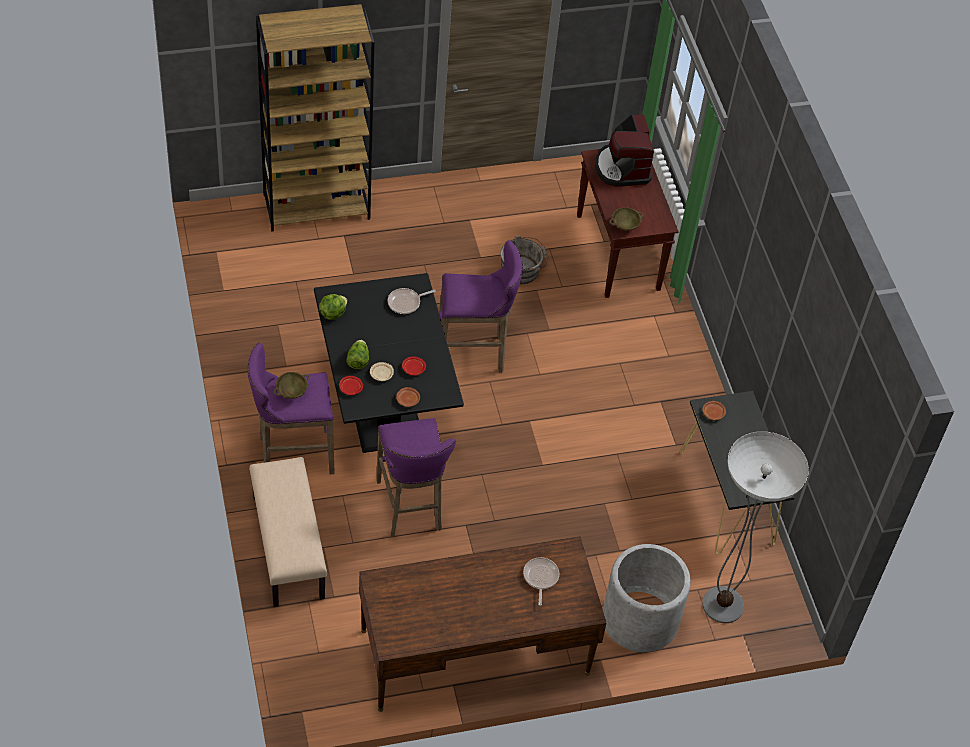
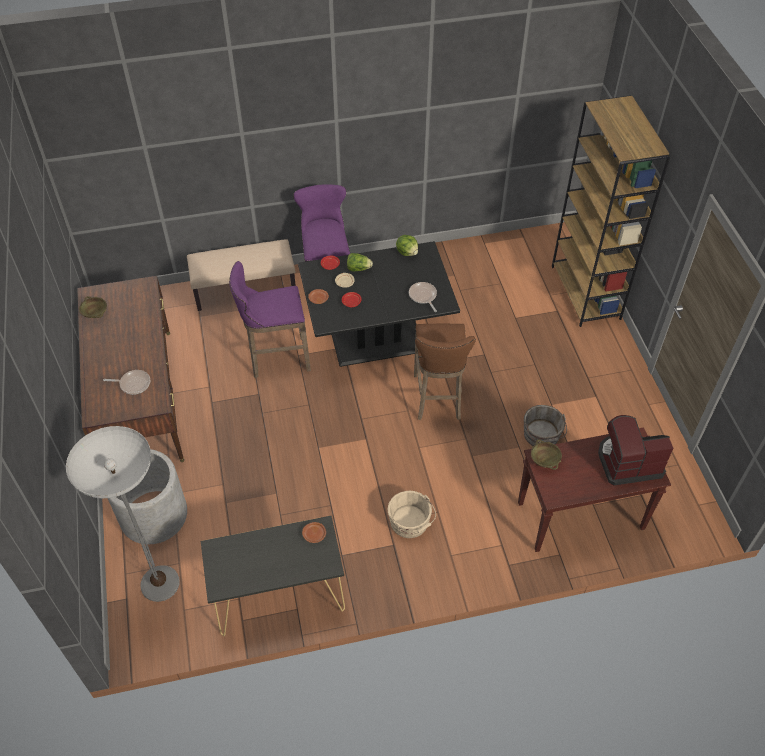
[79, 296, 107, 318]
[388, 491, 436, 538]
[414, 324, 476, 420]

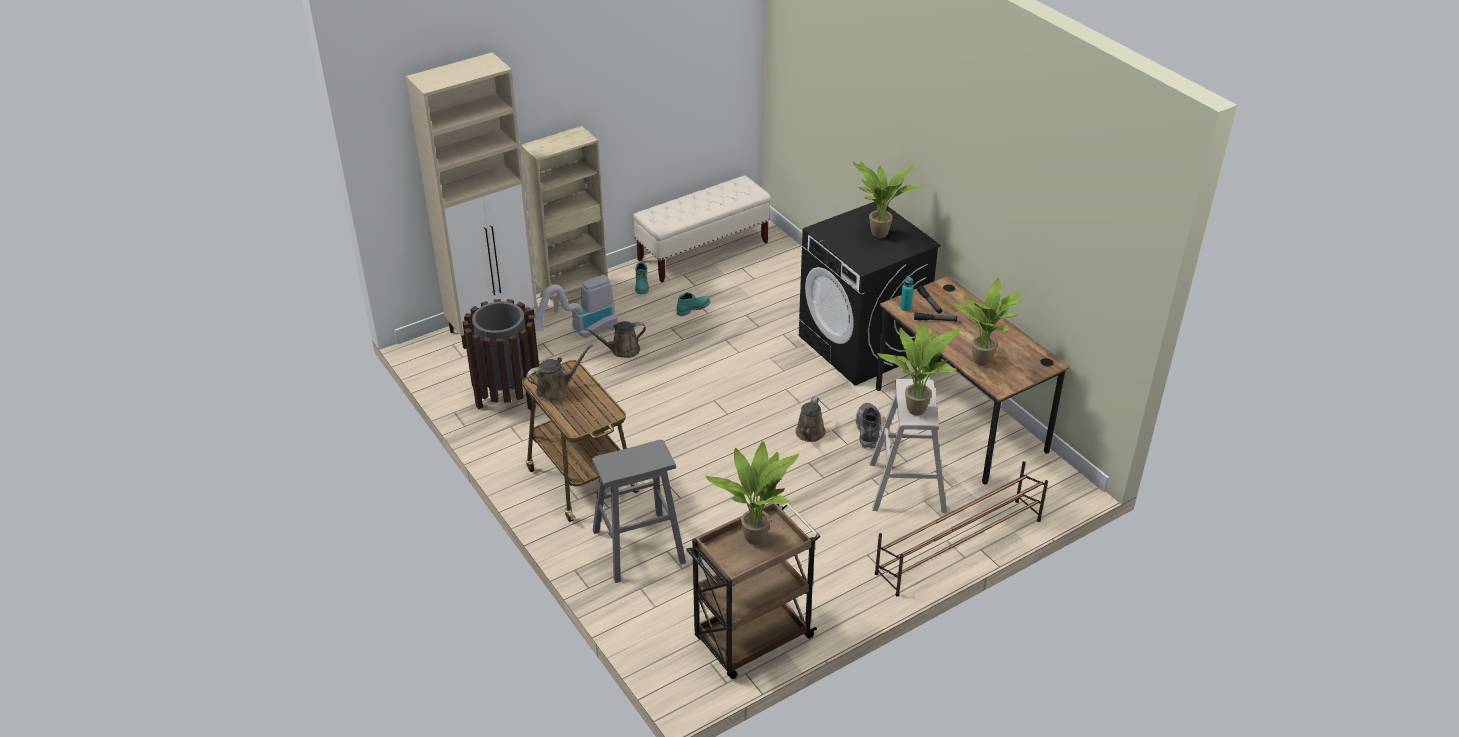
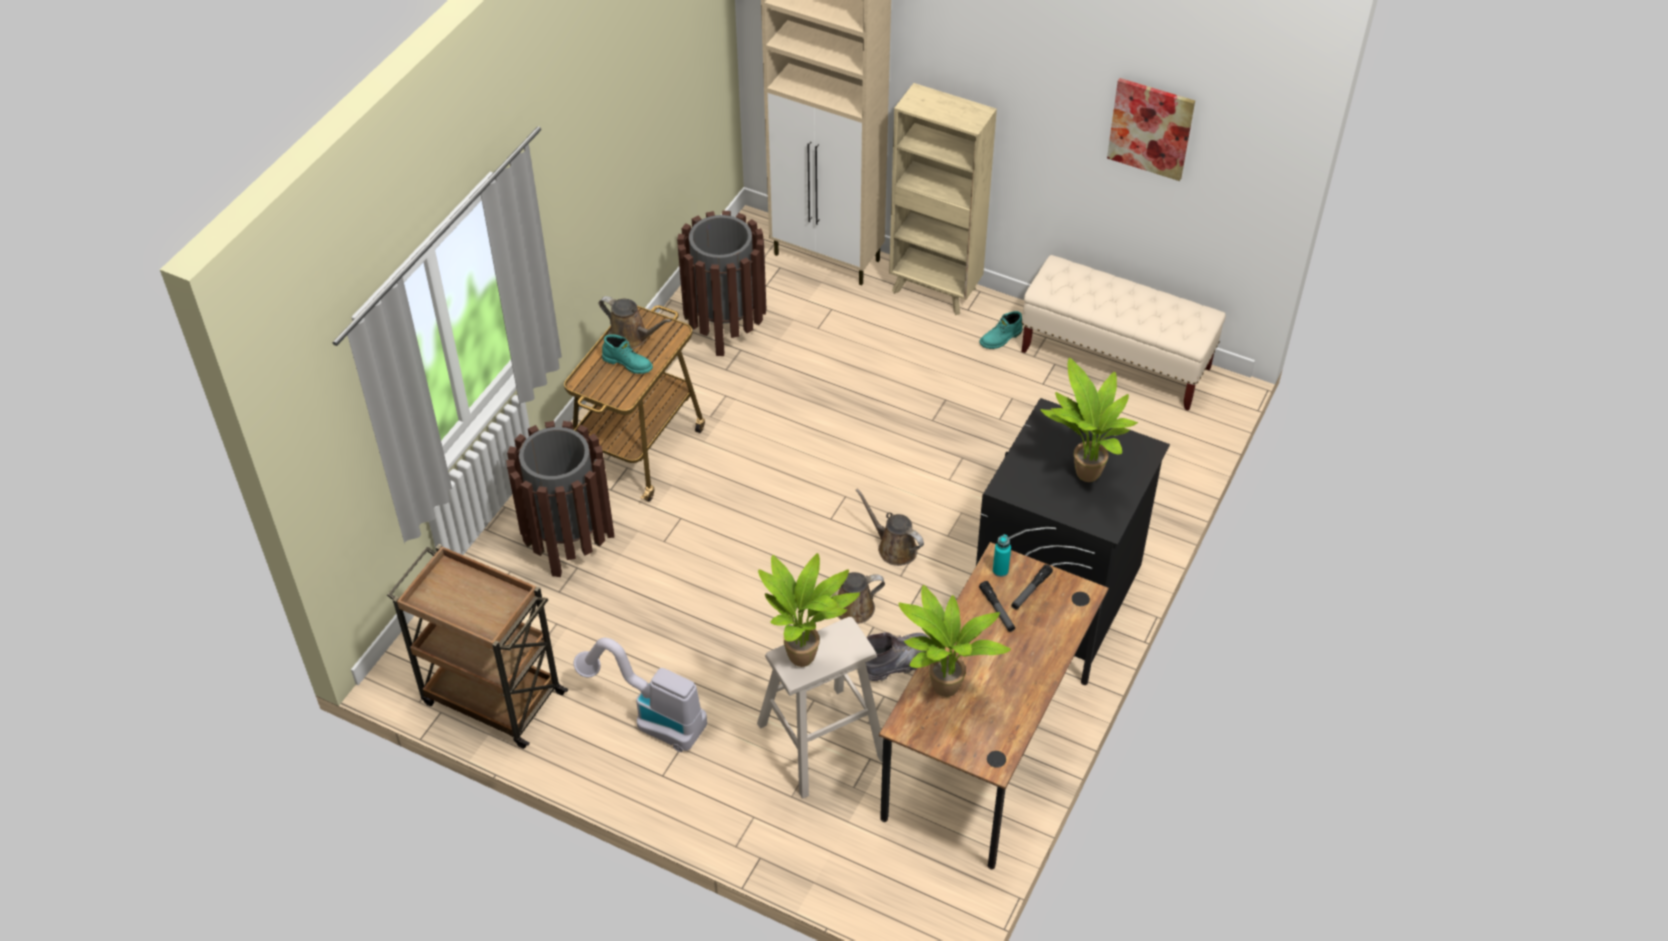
[506, 421, 615, 577]
[574, 638, 707, 752]
[602, 334, 653, 374]
[856, 488, 924, 566]
[1107, 78, 1195, 181]
[706, 441, 799, 545] (first image)
[875, 461, 1048, 597] (first image)

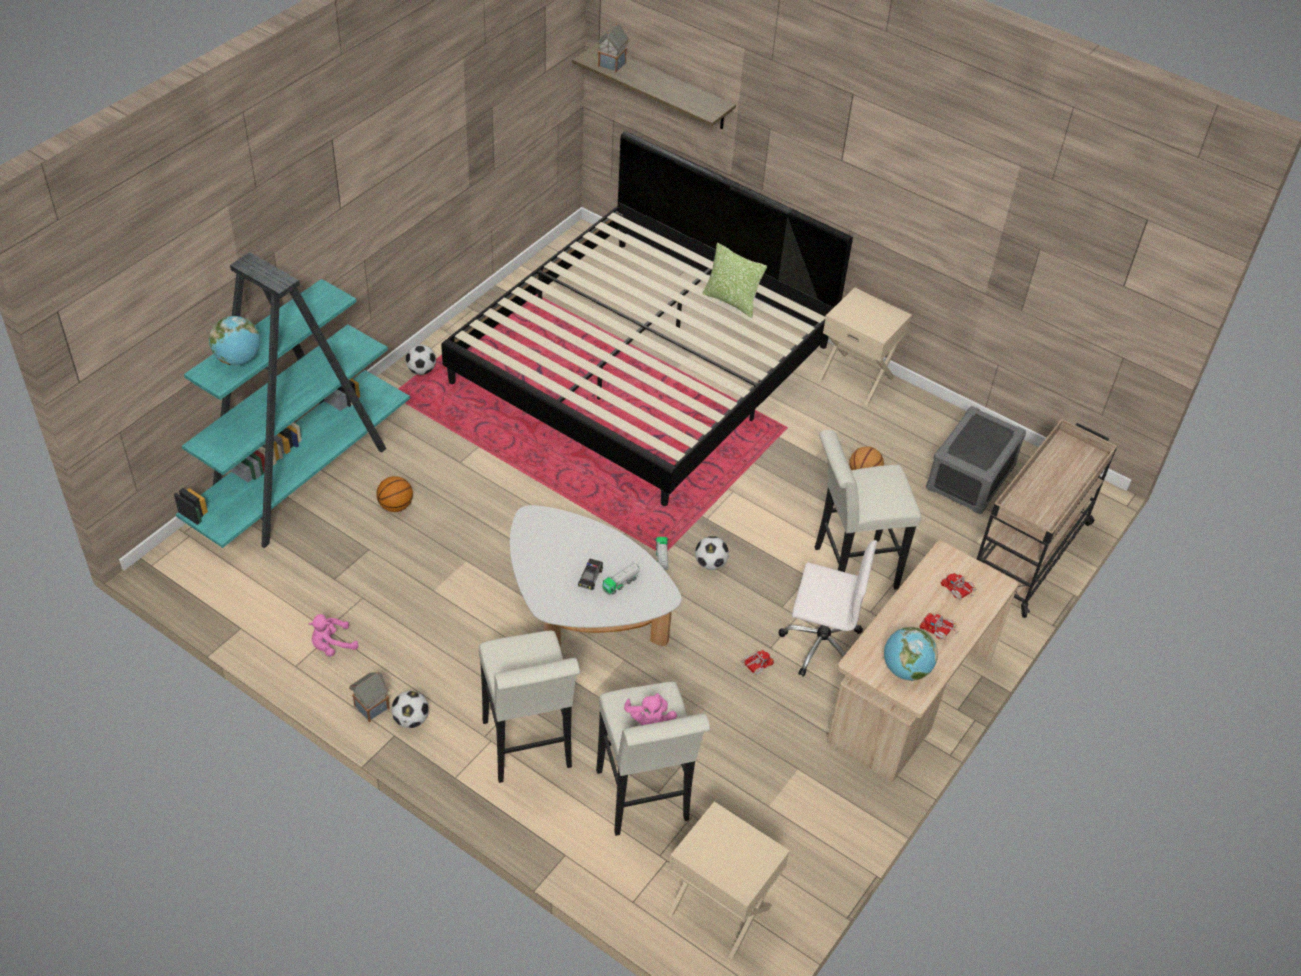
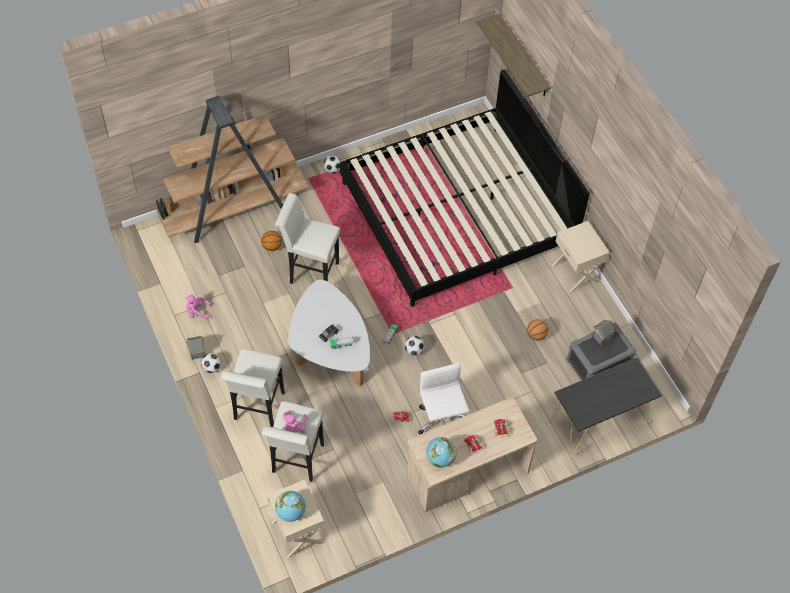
[156, 95, 309, 243]
[275, 193, 340, 284]
[275, 491, 306, 522]
[418, 363, 469, 434]
[550, 358, 662, 457]
[592, 320, 615, 347]
[702, 243, 767, 318] (first image)

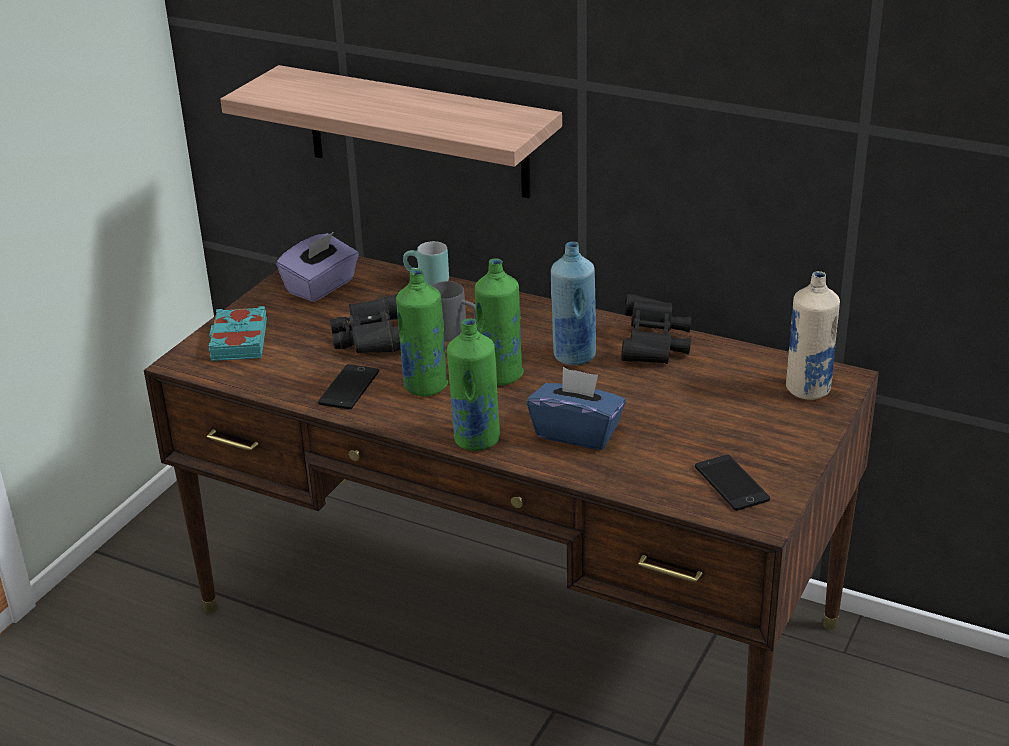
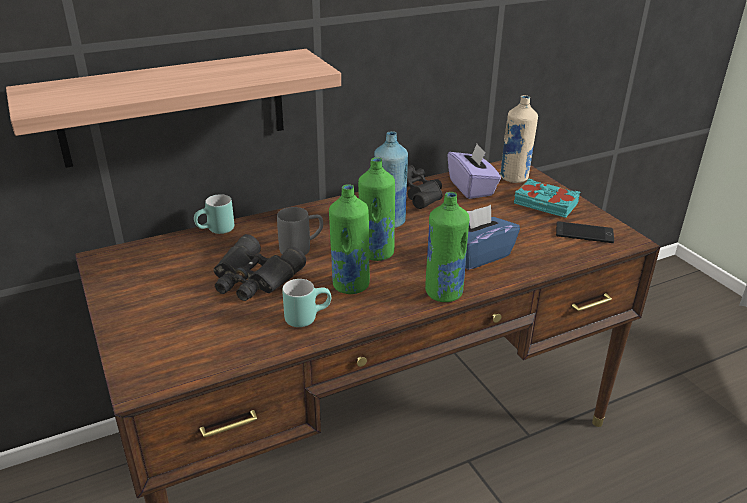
[282, 279, 331, 327]
[447, 144, 501, 199]
[514, 179, 580, 218]

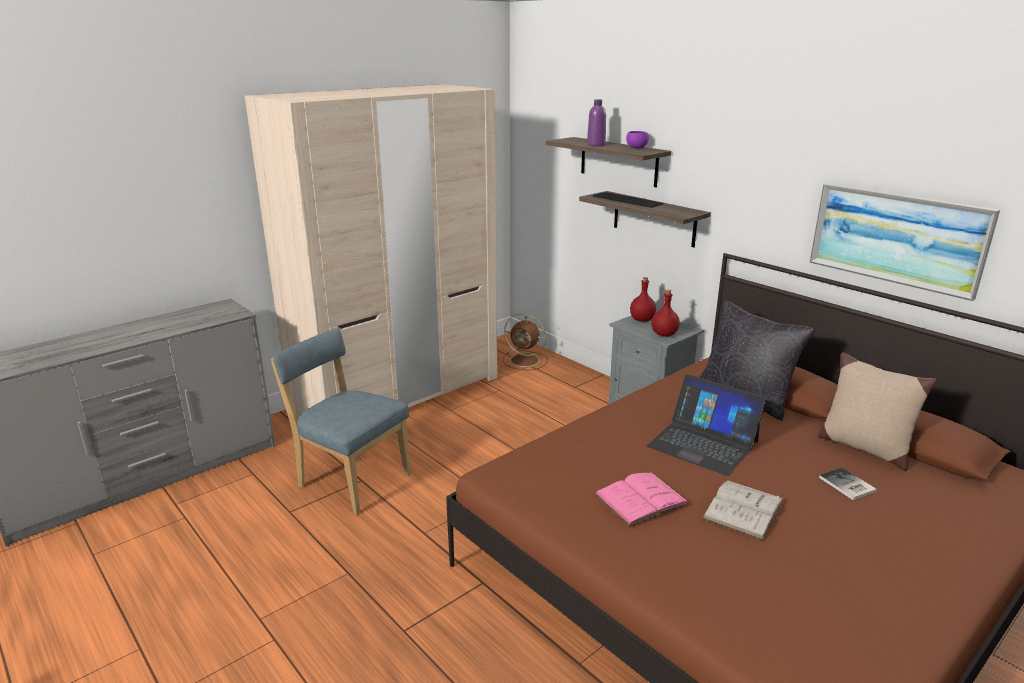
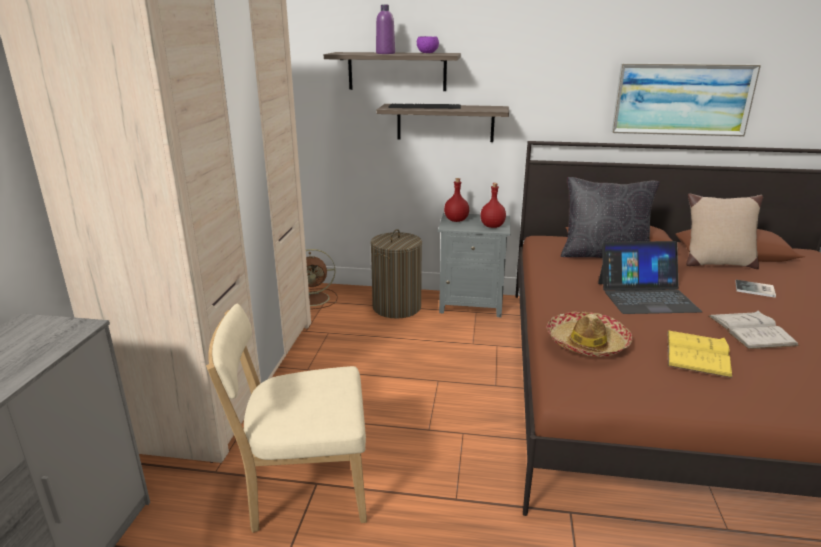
[206, 304, 367, 533]
[371, 229, 422, 319]
[546, 311, 632, 357]
[667, 331, 733, 378]

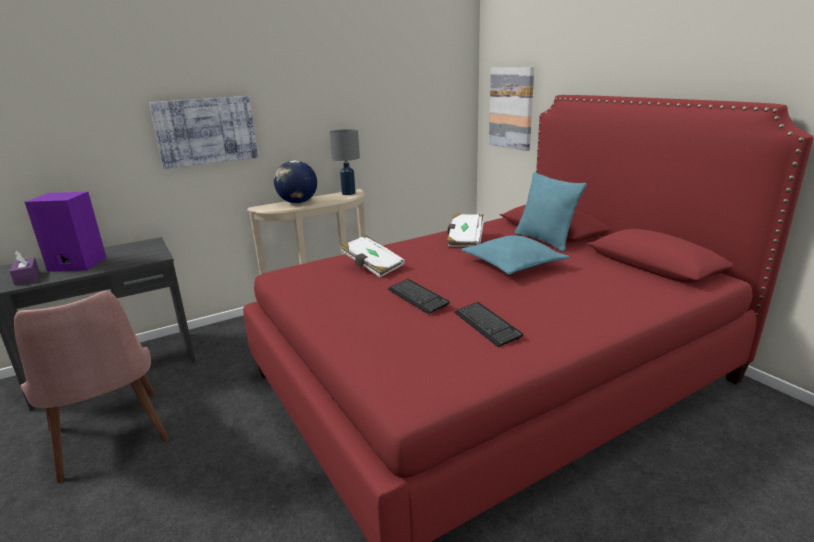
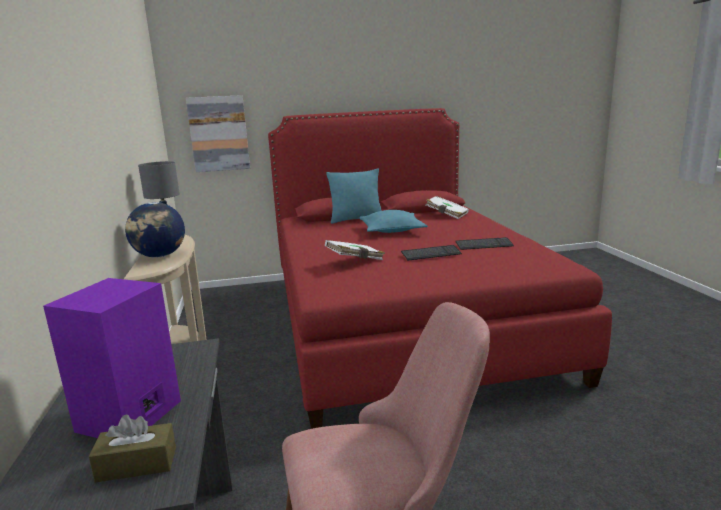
[89, 415, 176, 482]
[425, 196, 469, 219]
[149, 96, 258, 169] (first image)

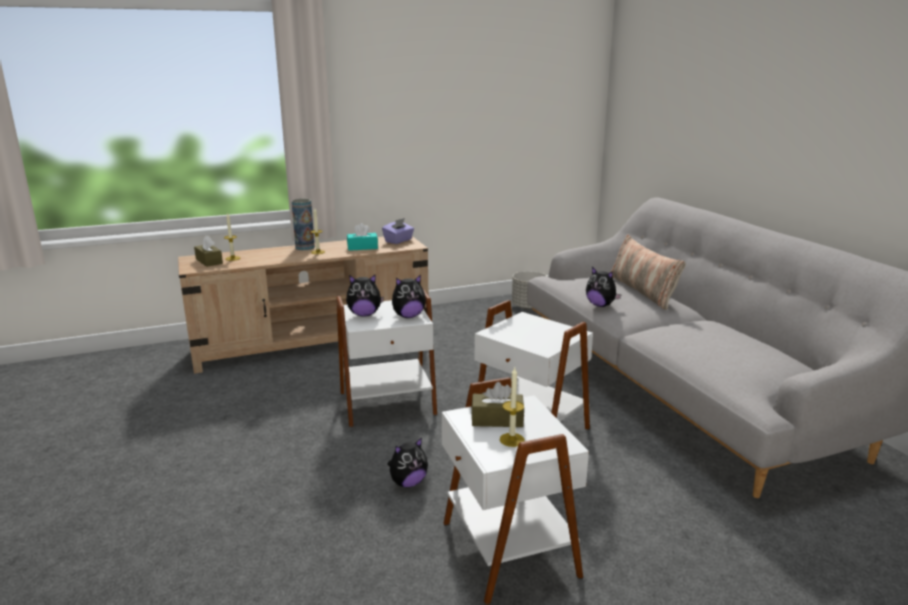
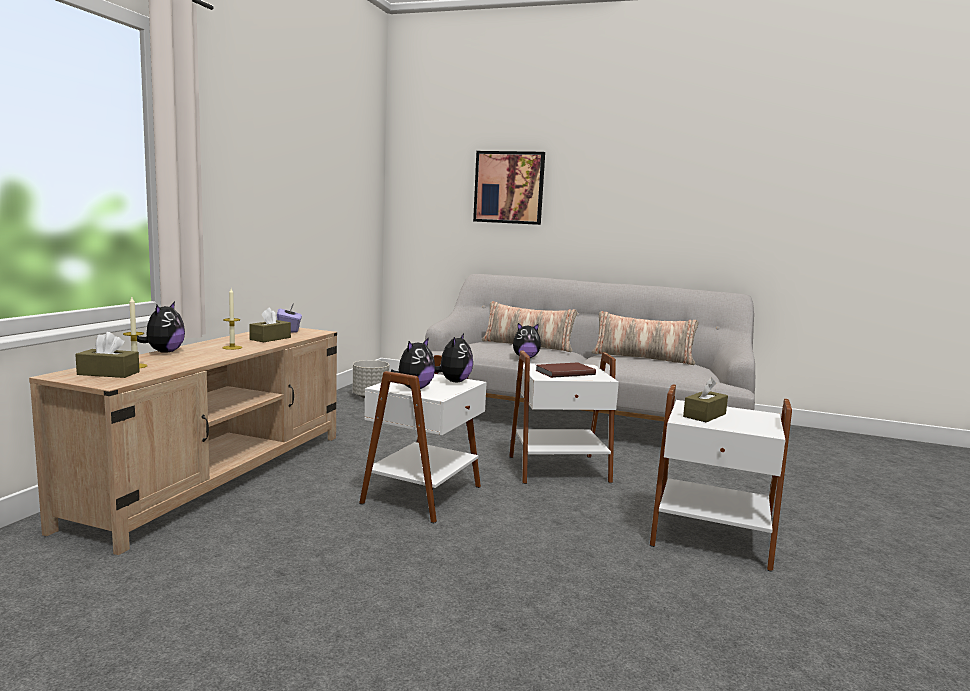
[137, 301, 185, 353]
[249, 308, 291, 342]
[473, 151, 545, 225]
[535, 362, 596, 378]
[592, 311, 699, 365]
[292, 199, 315, 250] (first image)
[500, 367, 525, 447] (first image)

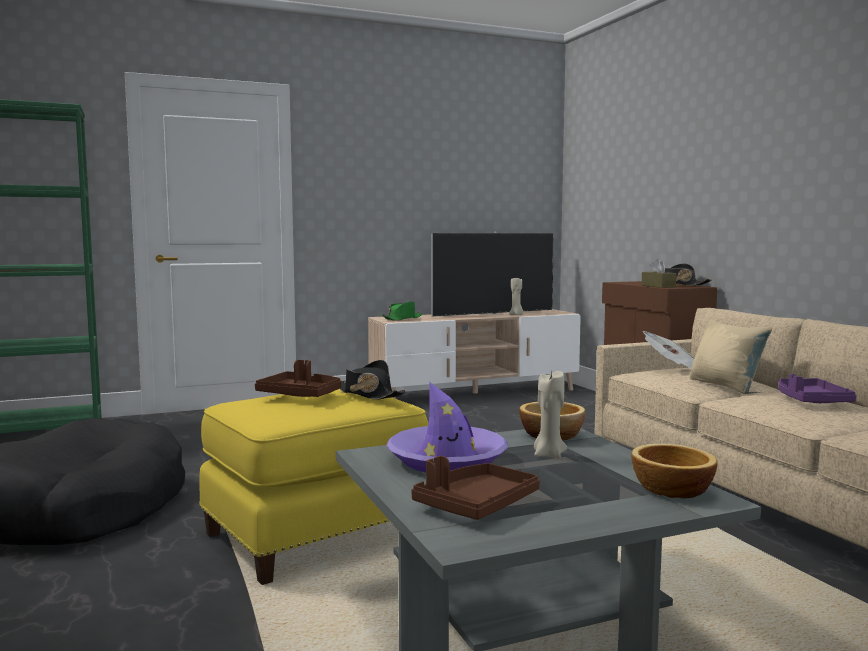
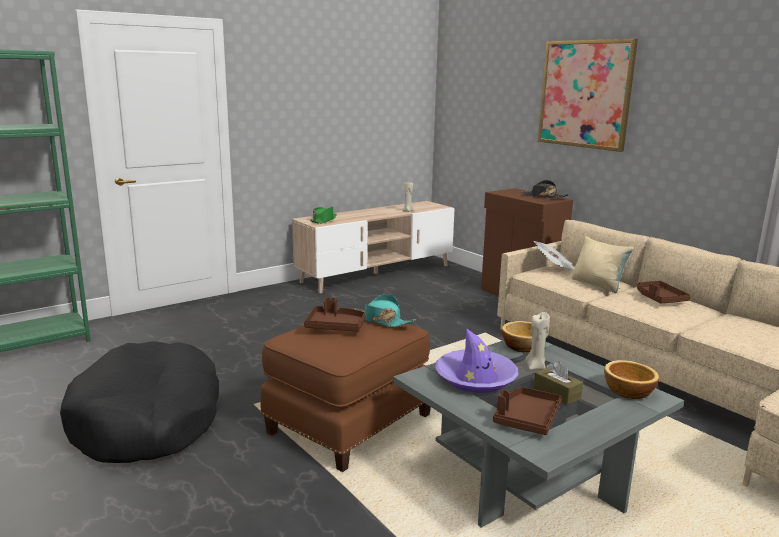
[260, 308, 431, 472]
[354, 294, 416, 327]
[534, 361, 583, 405]
[538, 39, 638, 152]
[637, 281, 691, 303]
[432, 231, 554, 317] (first image)

